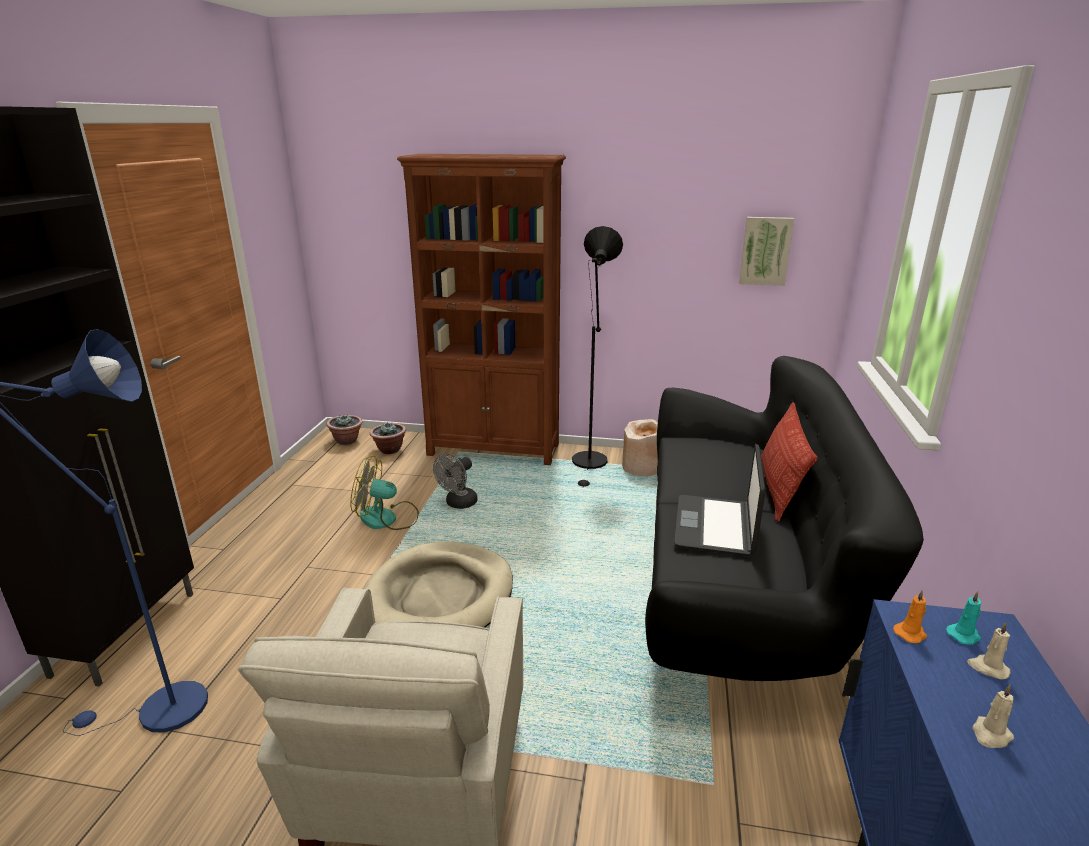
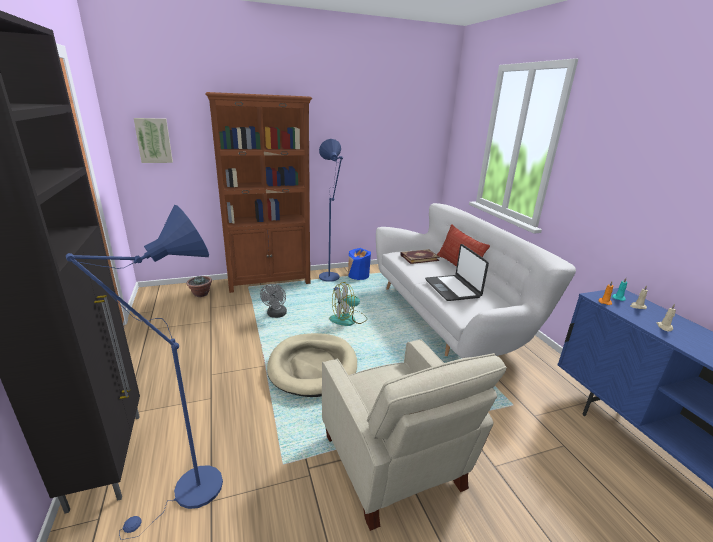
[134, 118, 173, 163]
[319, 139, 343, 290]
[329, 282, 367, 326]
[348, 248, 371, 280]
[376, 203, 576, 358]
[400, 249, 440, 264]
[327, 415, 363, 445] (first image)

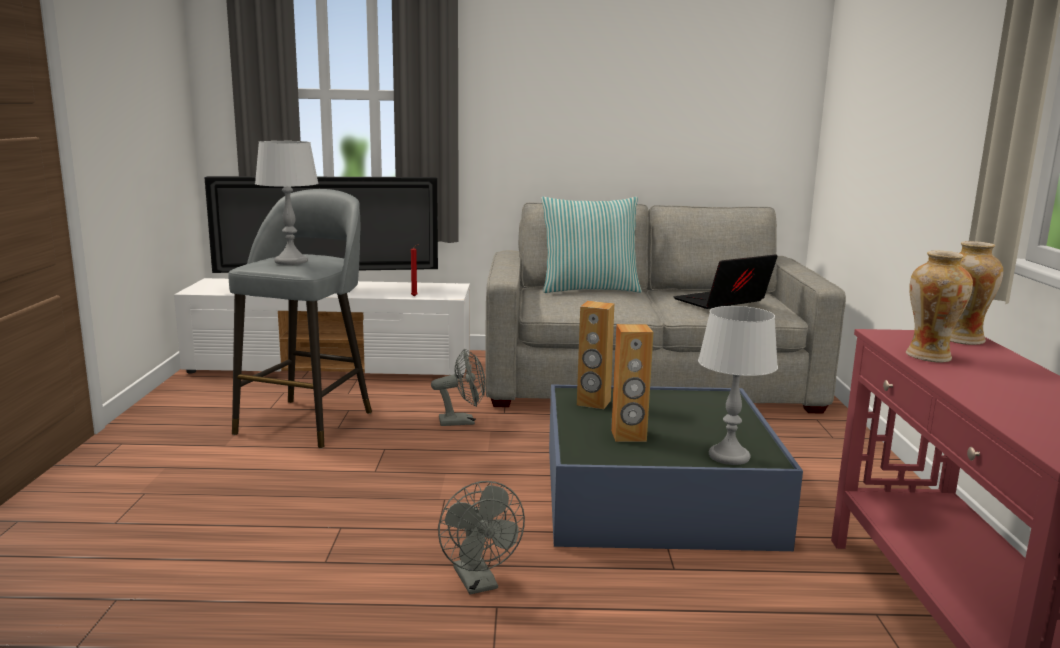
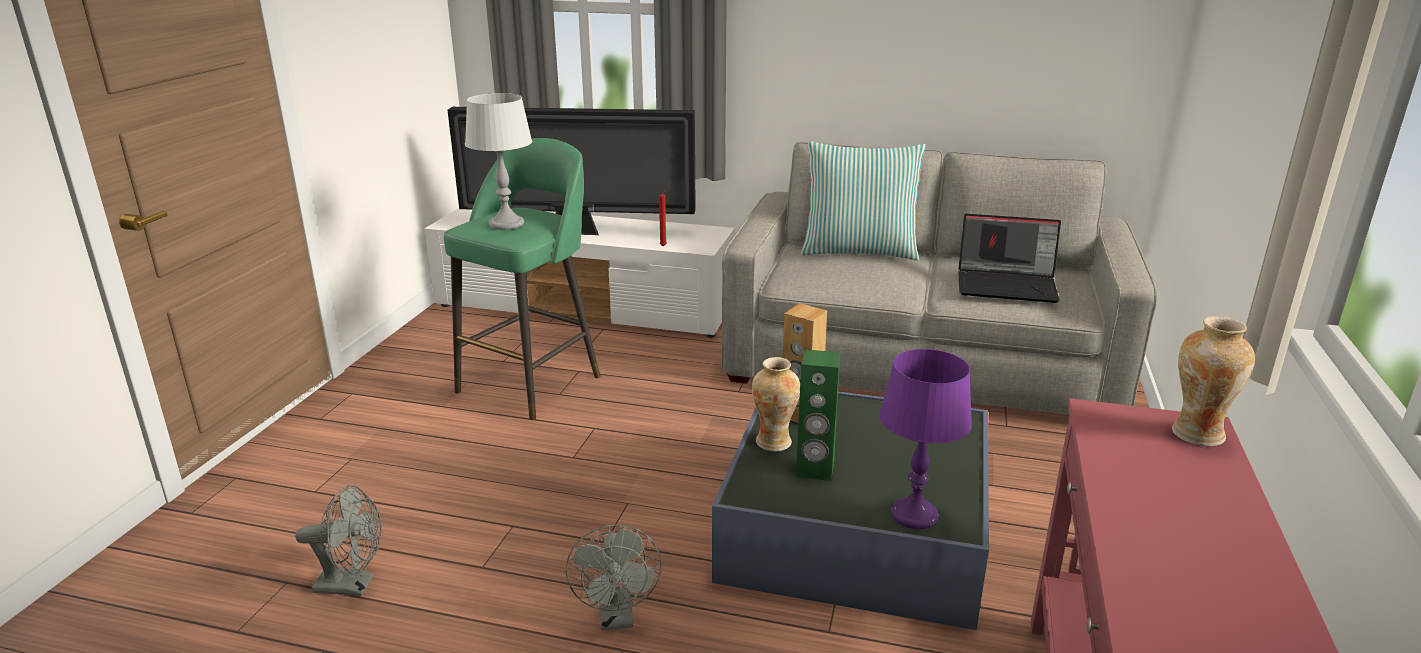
[295, 485, 382, 596]
[444, 138, 601, 421]
[752, 357, 800, 451]
[796, 349, 840, 481]
[879, 349, 972, 529]
[958, 214, 1061, 303]

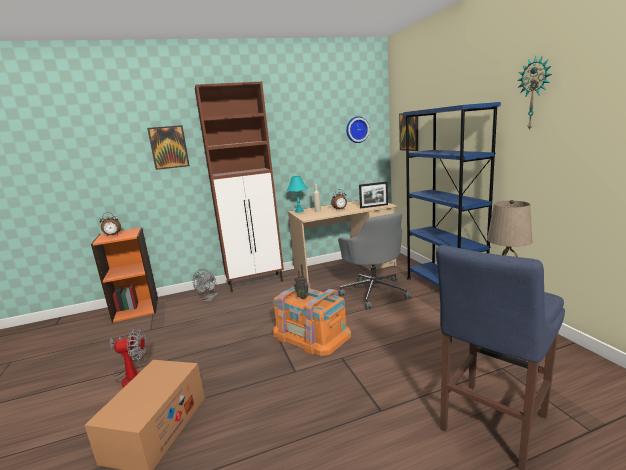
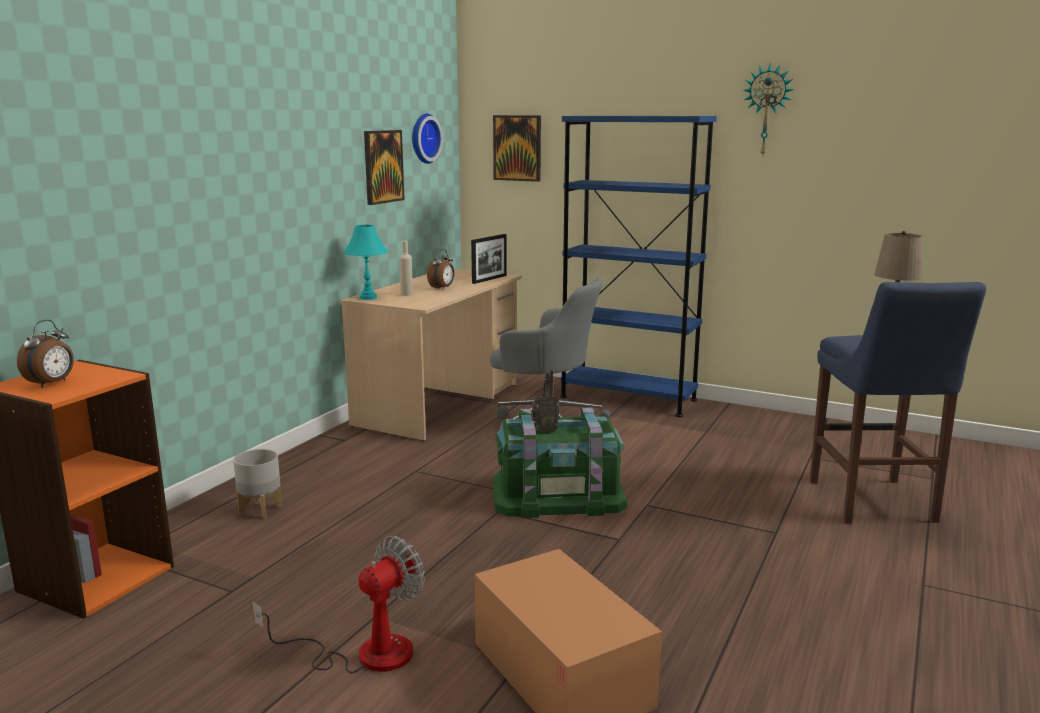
[233, 449, 282, 519]
[364, 130, 405, 205]
[493, 407, 627, 518]
[195, 82, 284, 292] (first image)

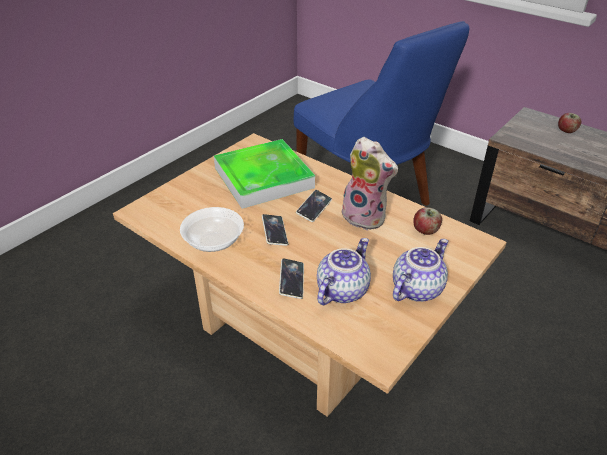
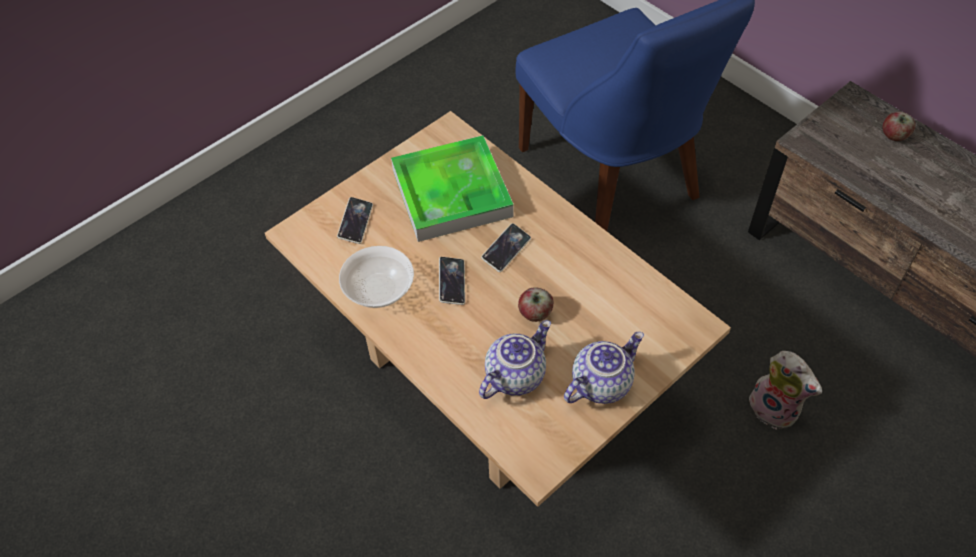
[337, 197, 373, 244]
[518, 287, 554, 322]
[749, 351, 822, 429]

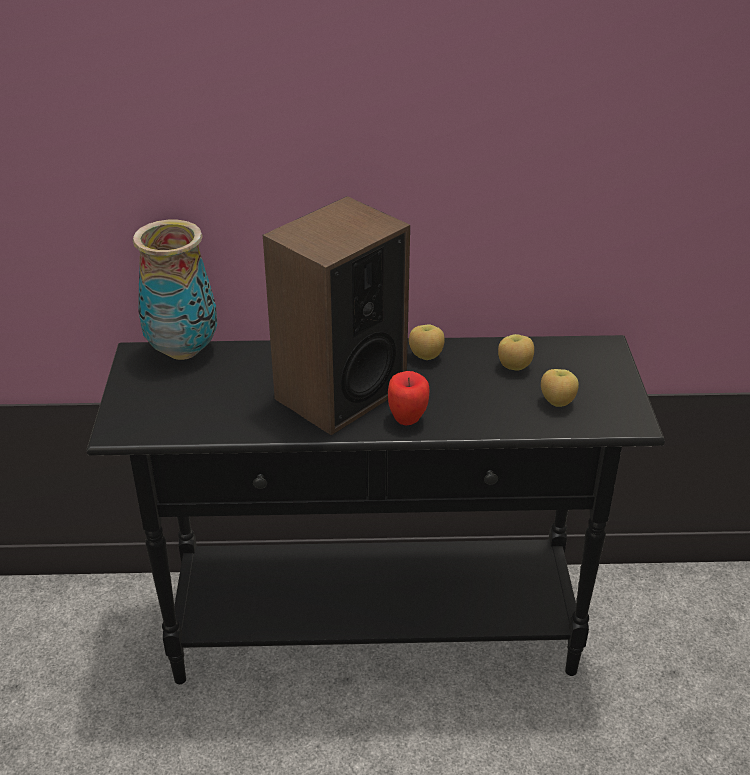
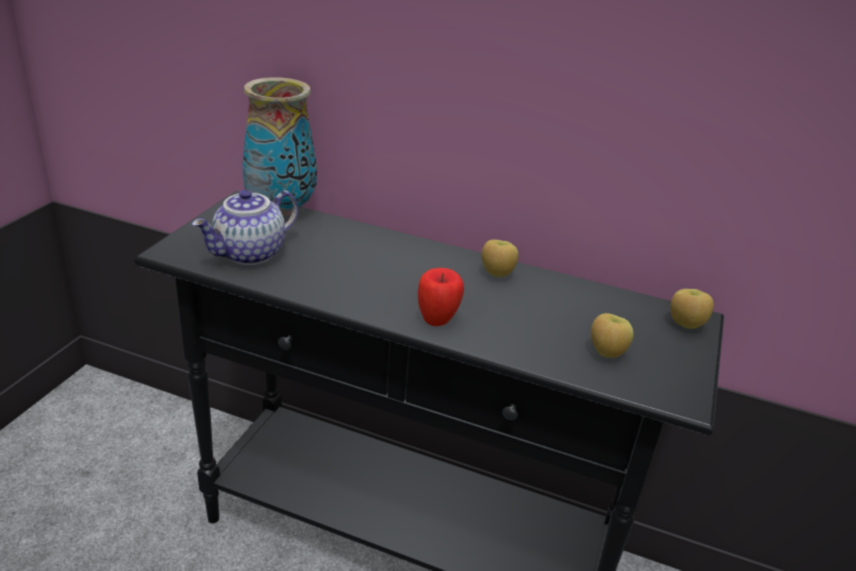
[192, 190, 298, 265]
[670, 289, 714, 329]
[263, 196, 410, 435] (first image)

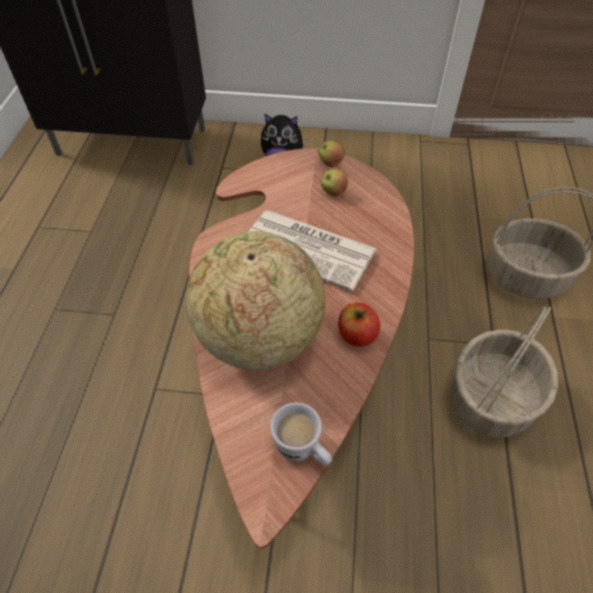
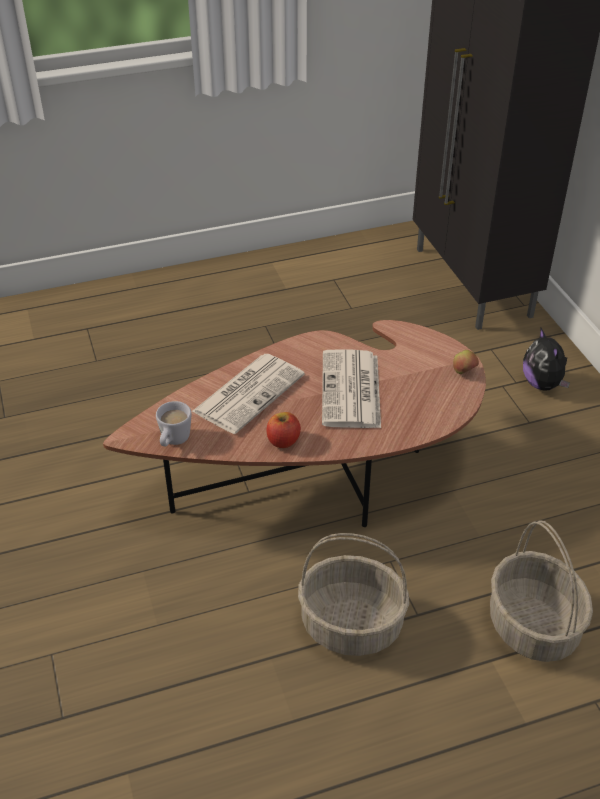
[192, 354, 305, 434]
[321, 168, 348, 196] (first image)

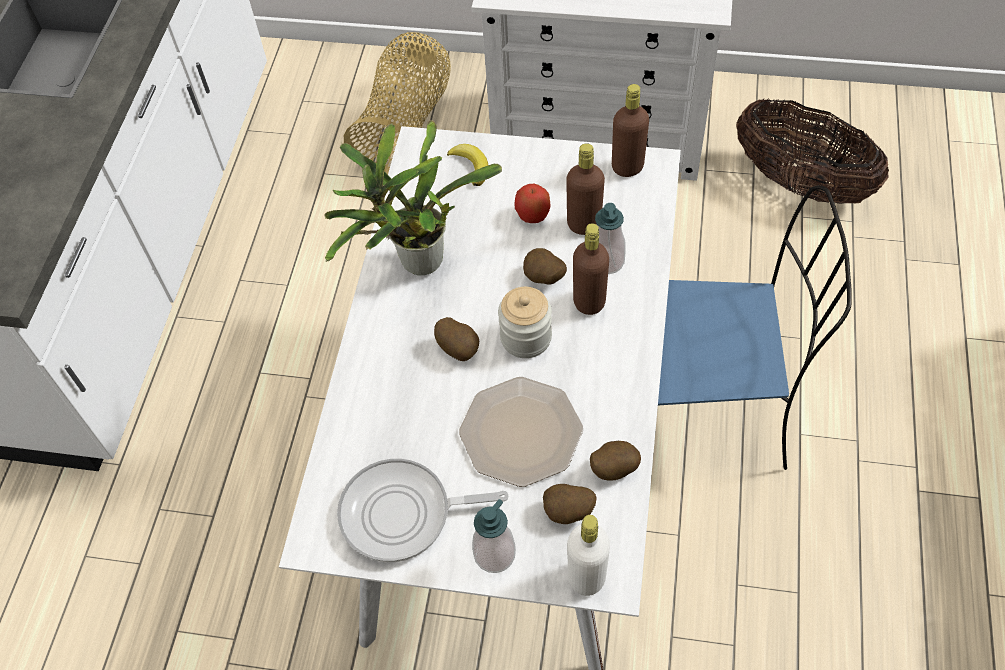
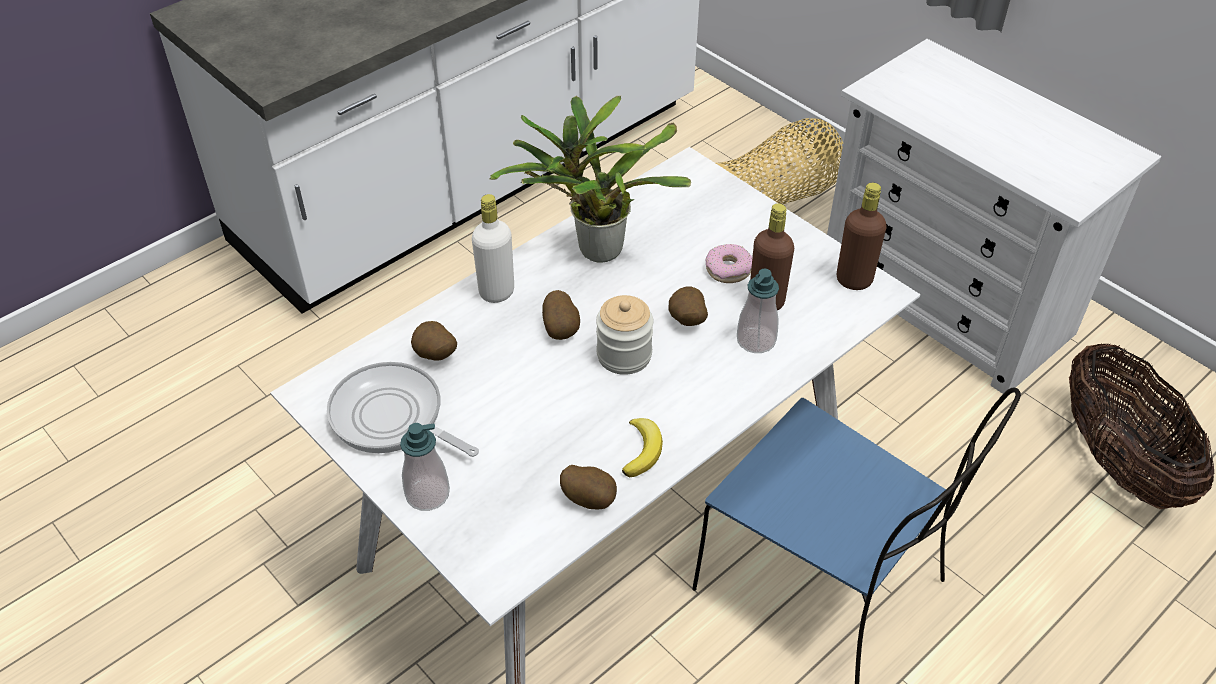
[411, 321, 457, 361]
[472, 194, 514, 303]
[622, 418, 663, 477]
[706, 244, 752, 283]
[459, 377, 583, 487] (first image)
[573, 223, 609, 315] (first image)

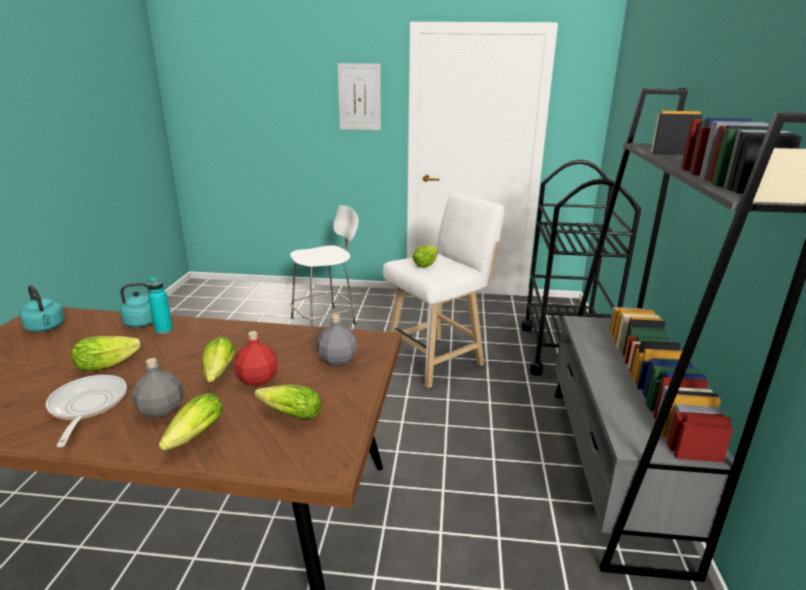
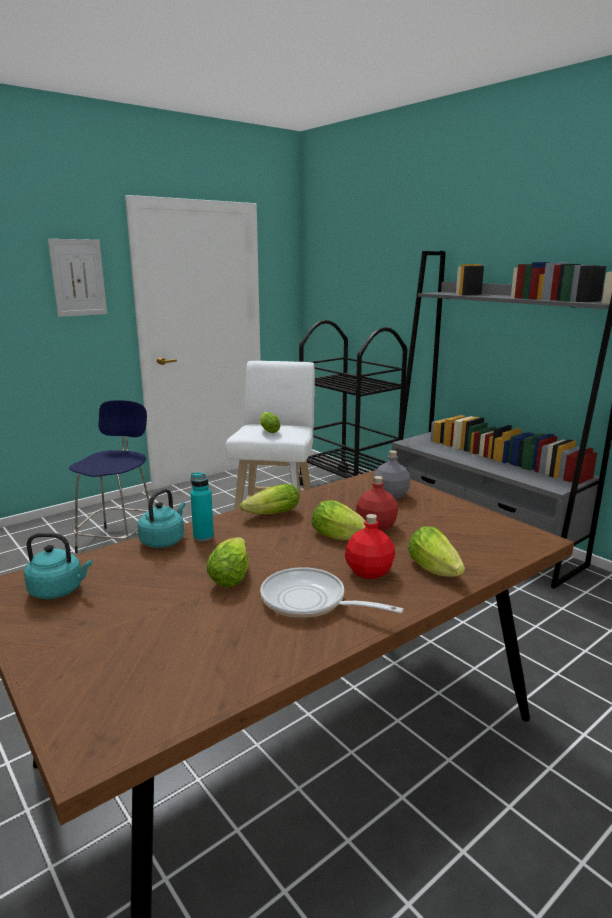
[69, 400, 149, 554]
[240, 484, 299, 514]
[345, 514, 395, 579]

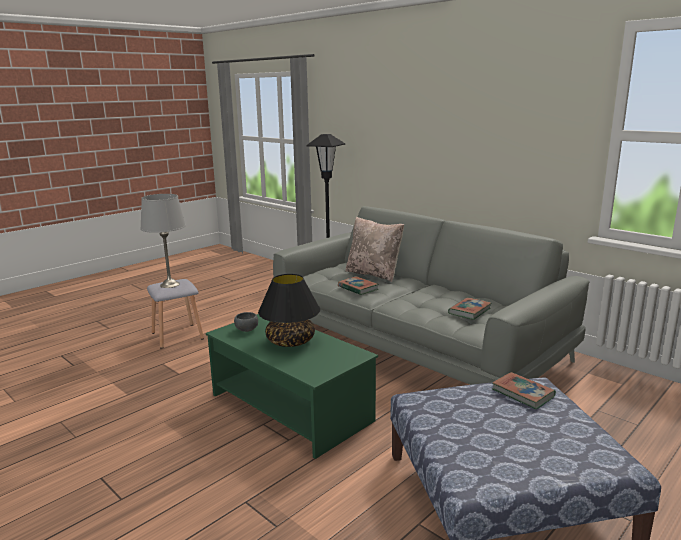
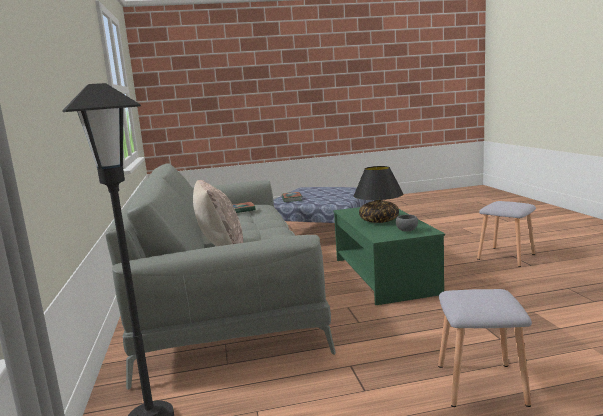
[477, 201, 536, 267]
[140, 194, 186, 288] (first image)
[338, 276, 379, 295] (first image)

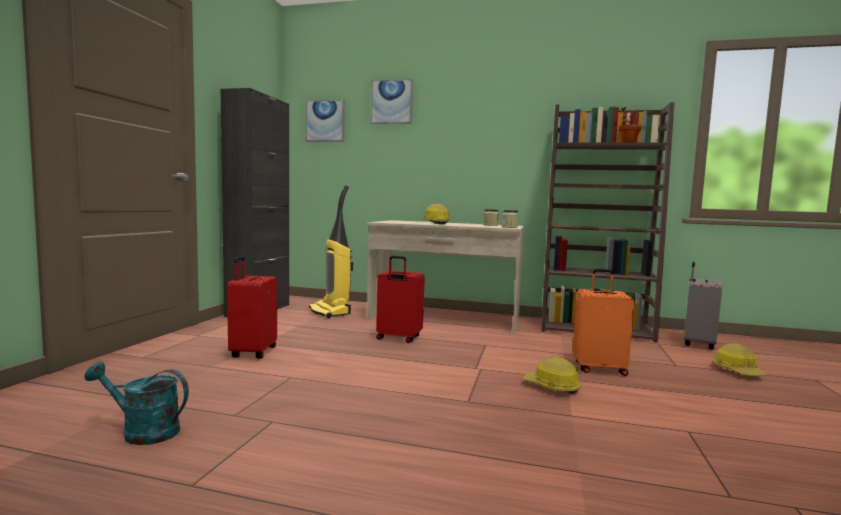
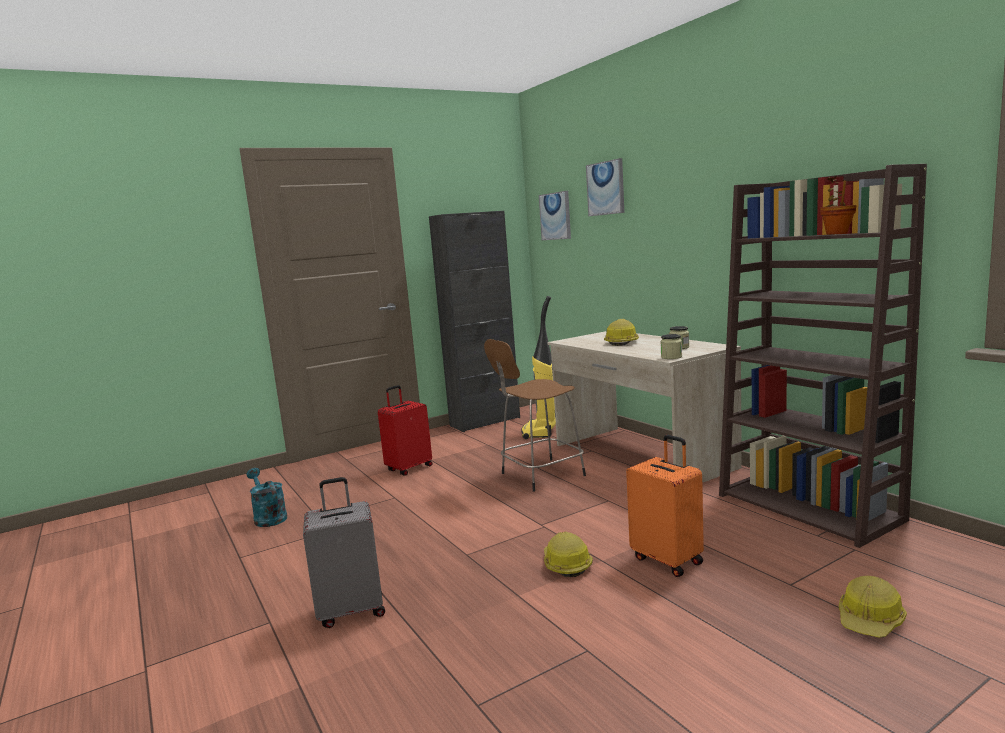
[303, 477, 385, 628]
[484, 339, 586, 492]

